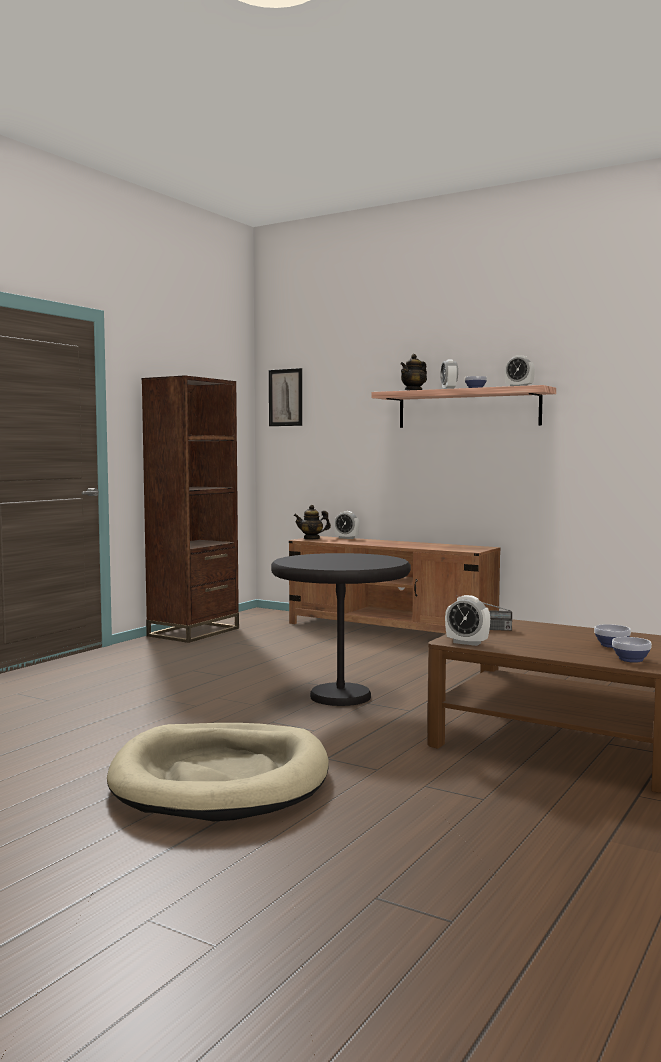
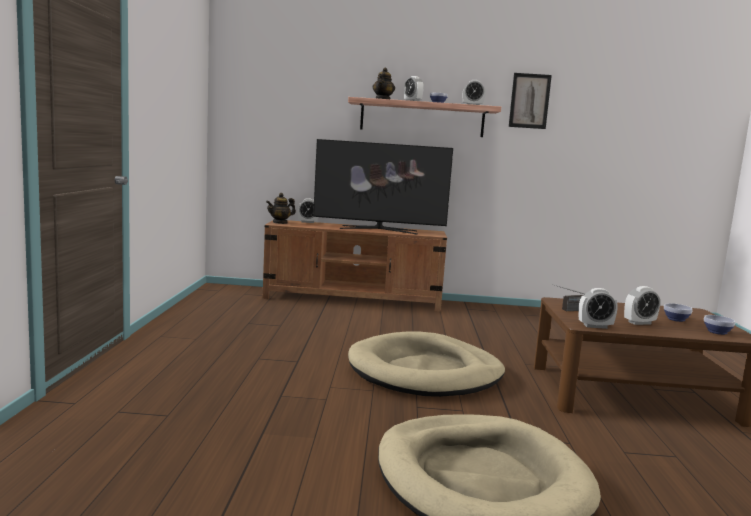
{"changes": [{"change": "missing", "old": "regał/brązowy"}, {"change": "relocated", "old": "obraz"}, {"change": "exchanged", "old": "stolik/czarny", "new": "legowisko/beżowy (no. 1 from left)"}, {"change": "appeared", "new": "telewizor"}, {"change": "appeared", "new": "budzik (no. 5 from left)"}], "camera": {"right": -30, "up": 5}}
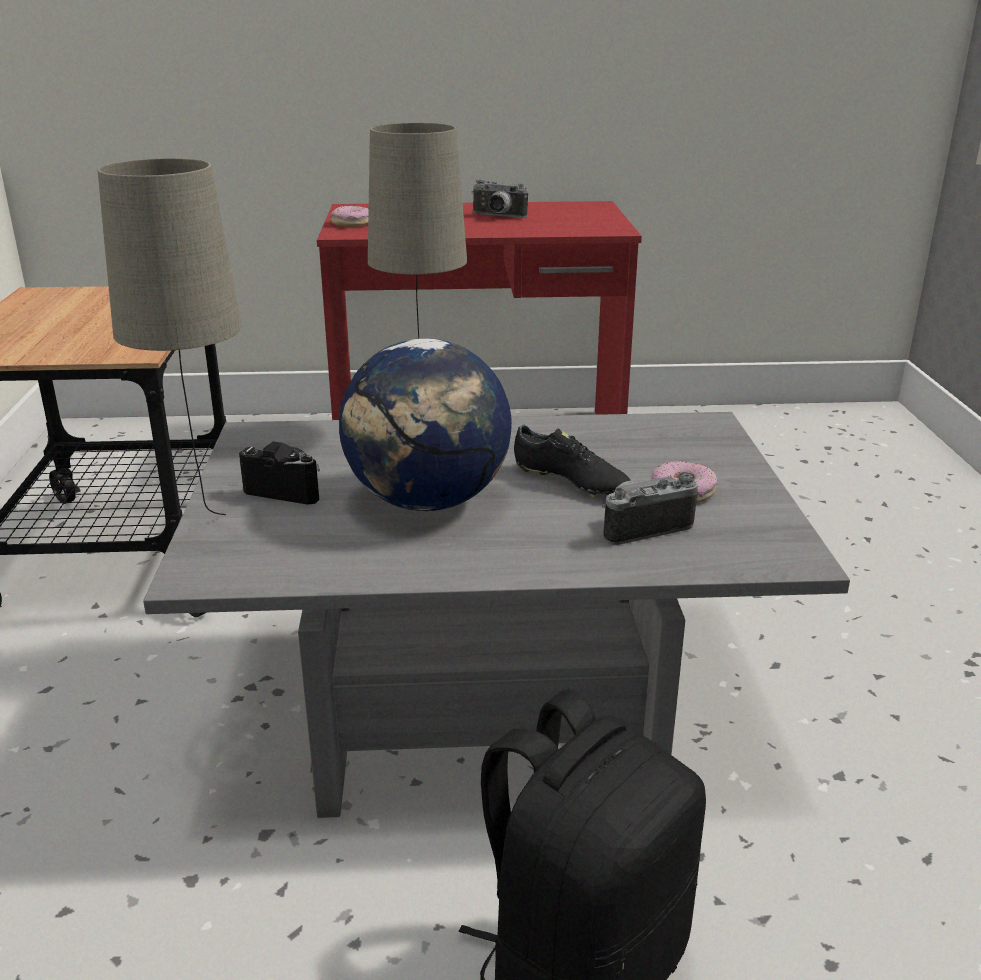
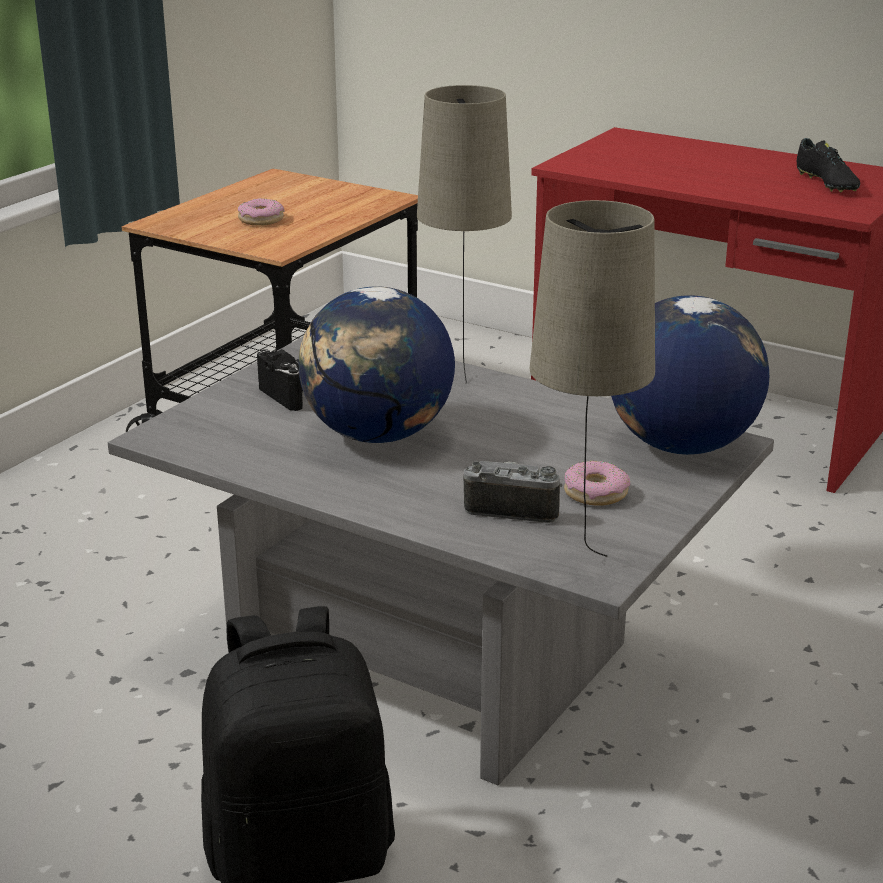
{"changes": [{"change": "relocated", "old": "lampa stołowa/beżowy (no. 1 from left in the first image)", "new": "lampa stołowa/beżowy (no. 2 from left)"}, {"change": "relocated", "old": "donut (no. 1 from left)"}, {"change": "missing", "old": "aparat fotograficzny (no. 2 from left)"}, {"change": "relocated", "old": "but/czarny"}, {"change": "appeared", "new": "globus (no. 2 from left)"}], "camera": {"right": 35, "up": 0}}
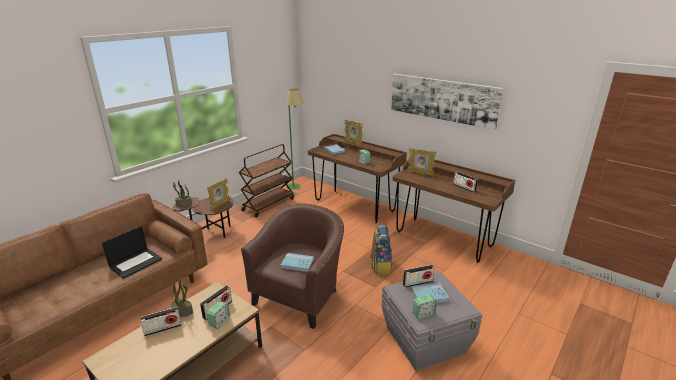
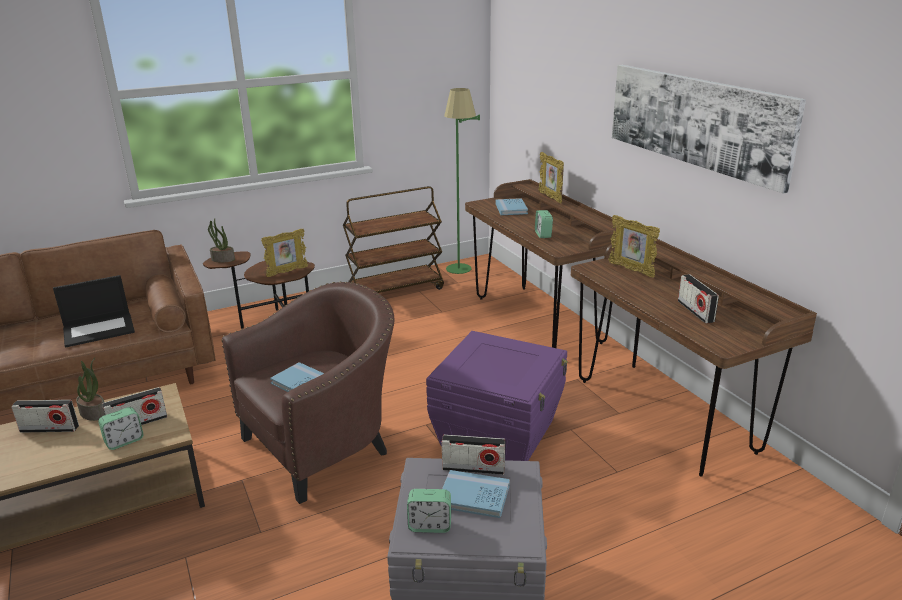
{"changes": [{"change": "exchanged", "old": "plecak", "new": "pojemnik do przechowywania/fioletowy"}], "camera": {"right": 25, "up": 0}}
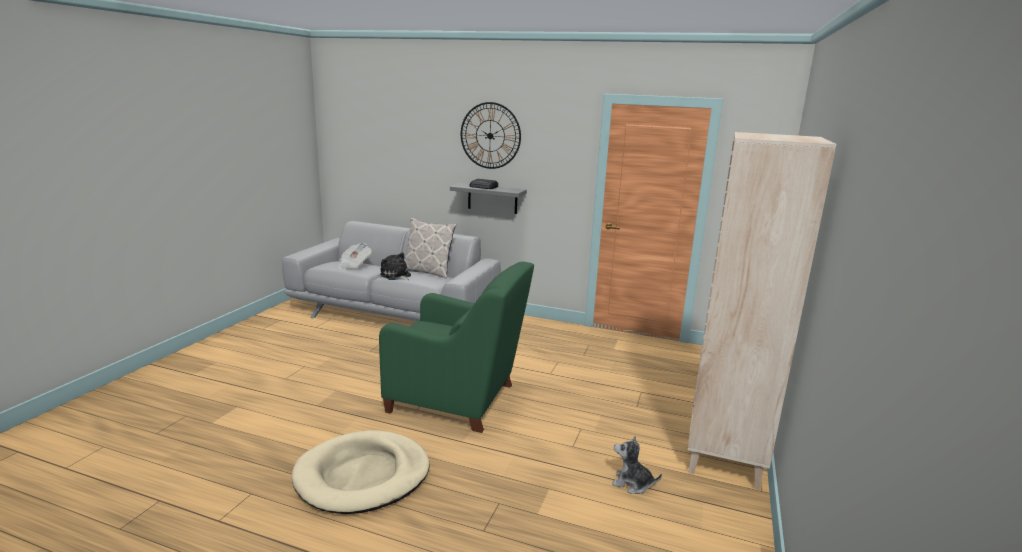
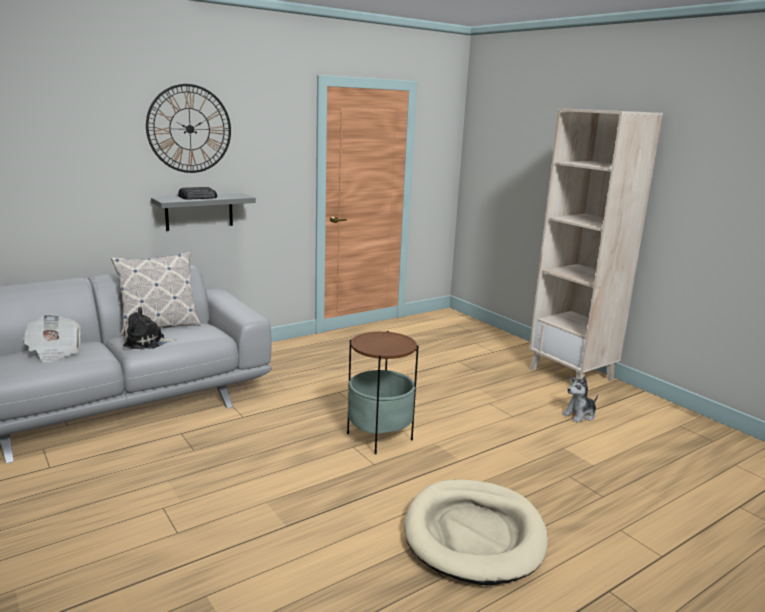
{"changes": [{"change": "exchanged", "old": "fotel/zielony", "new": "stolik"}], "camera": {"right": -55, "up": 0}}
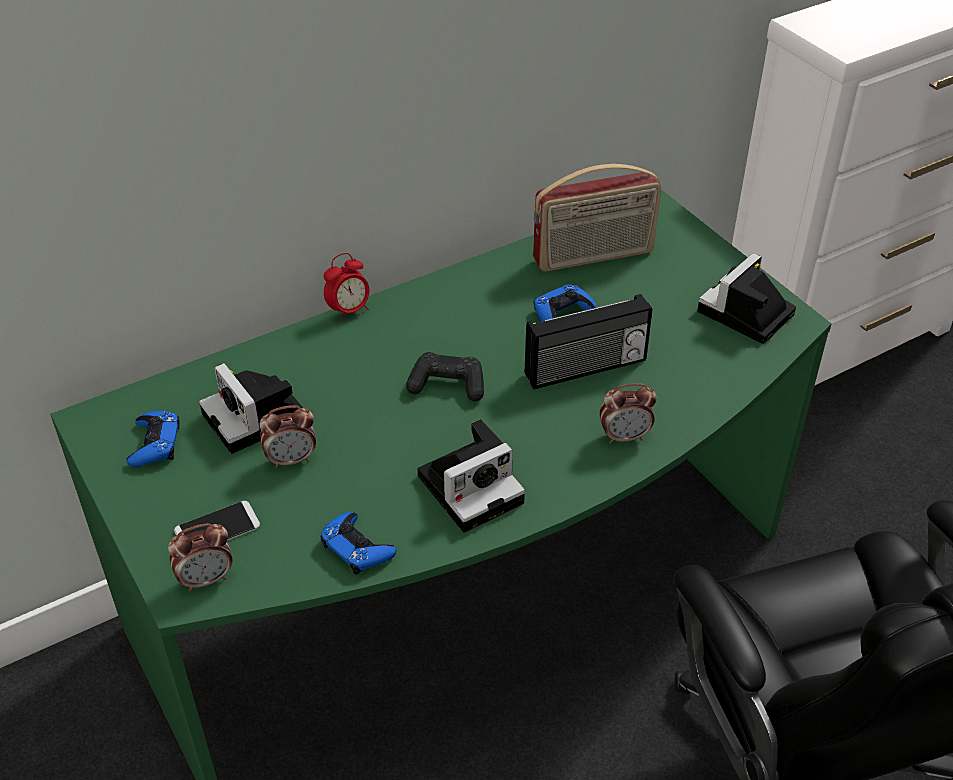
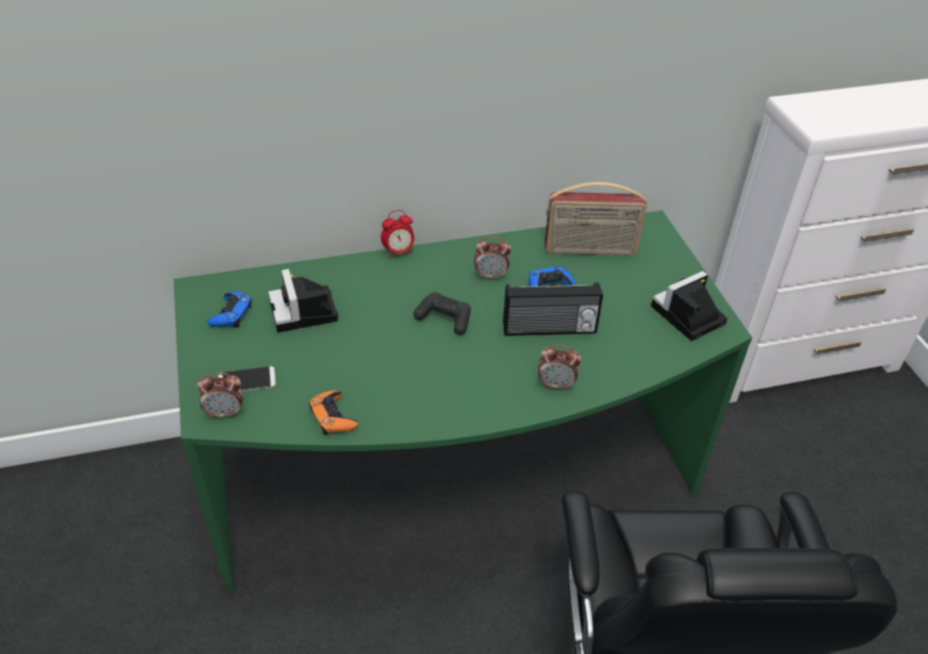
{"changes": [{"change": "relocated", "old": "budzik (no. 2 from left in the first image)", "new": "budzik (no. 3 from left)"}, {"change": "colour", "old": "pad do gier/niebieski (no. 2 from left)", "new": "pad do gier/pomarańczowy"}, {"change": "missing", "old": "aparat fotograficzny (no. 2 from left)"}], "camera": {"right": 15, "up": 0}}
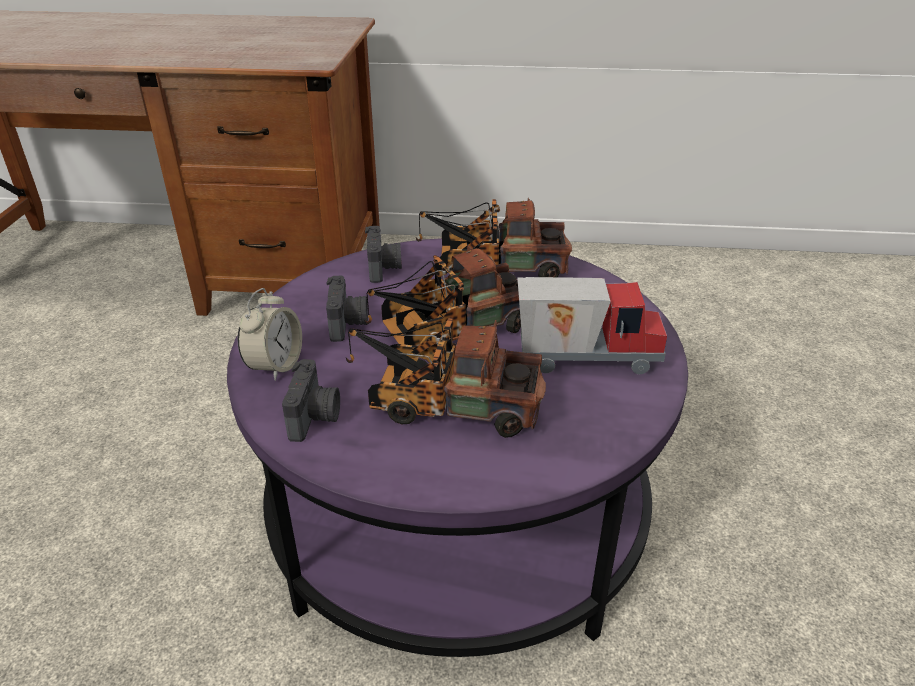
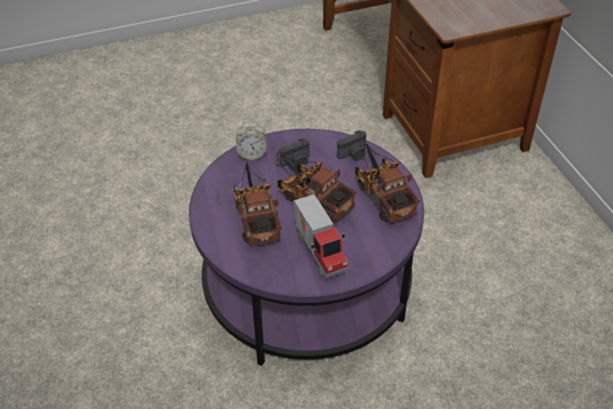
{"changes": [{"change": "missing", "old": "aparat fotograficzny (no. 1 from left)"}], "camera": {"right": 65, "up": 10}}
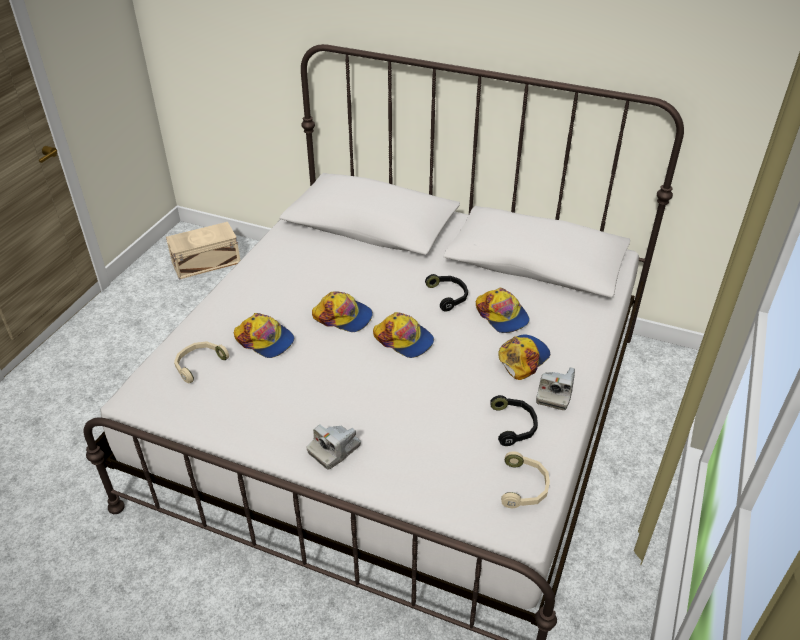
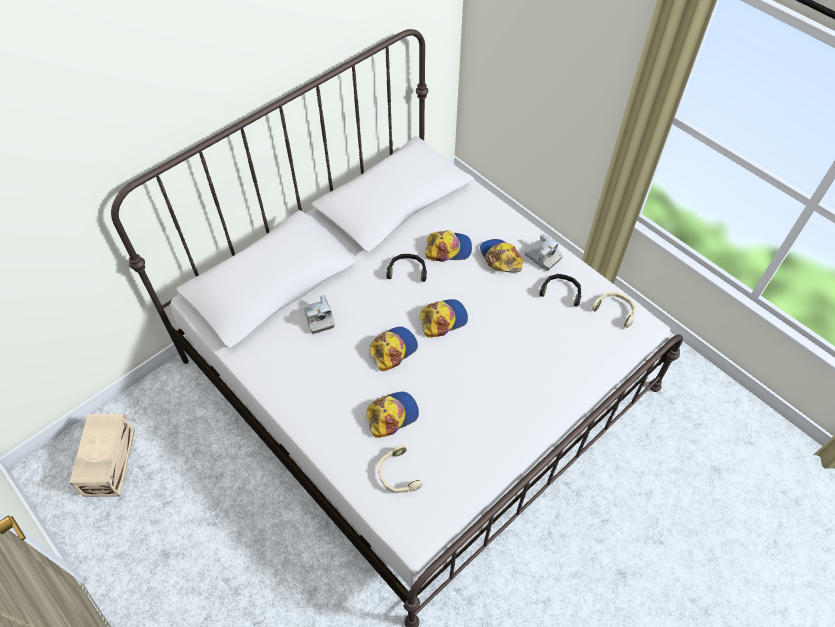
{"changes": [{"change": "relocated", "old": "aparat fotograficzny (no. 1 from left)"}], "camera": {"right": -65, "up": 15}}
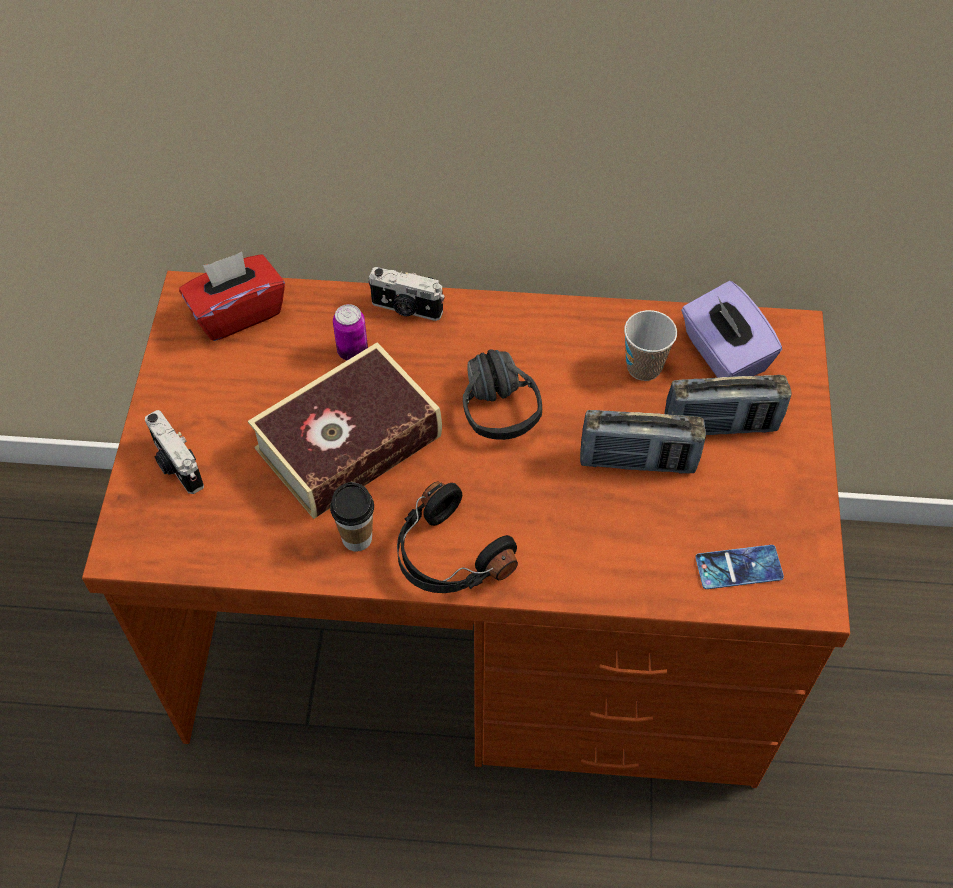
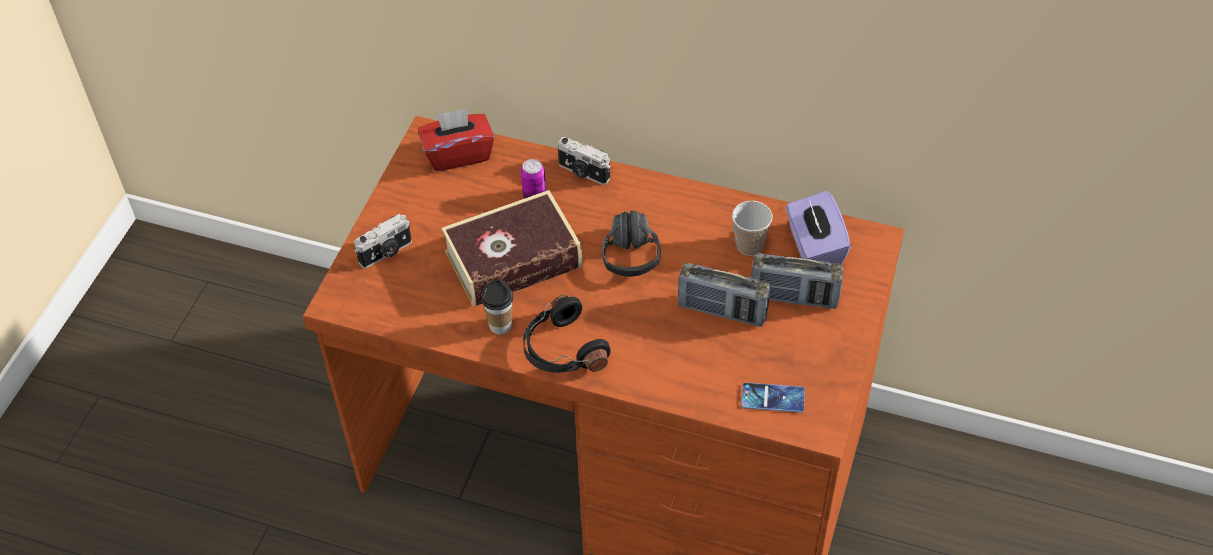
{"changes": [{"change": "spun", "old": "aparat fotograficzny (no. 1 from left)", "degrees": -105}], "camera": {"right": 15, "up": -5}}
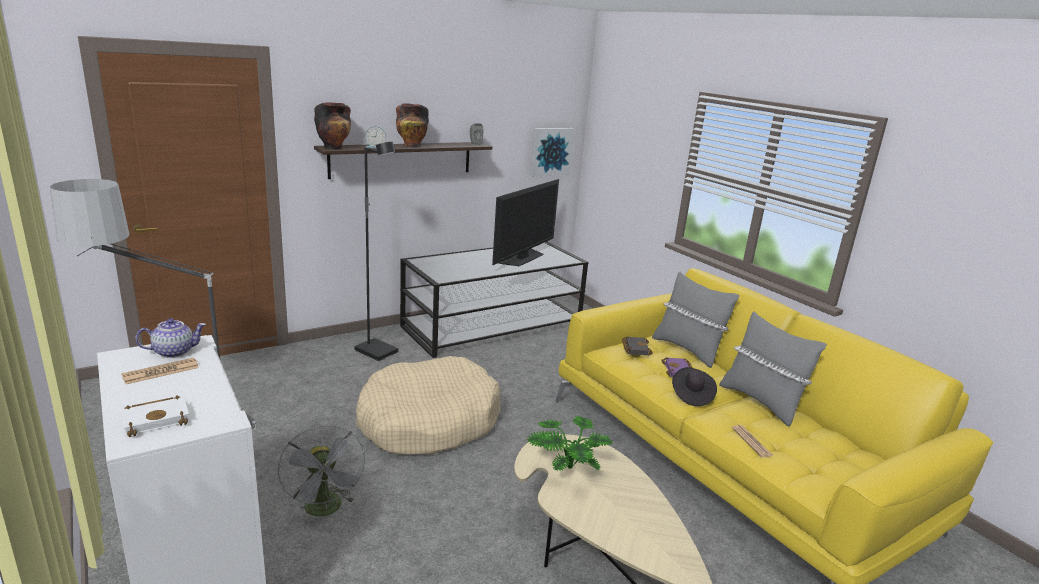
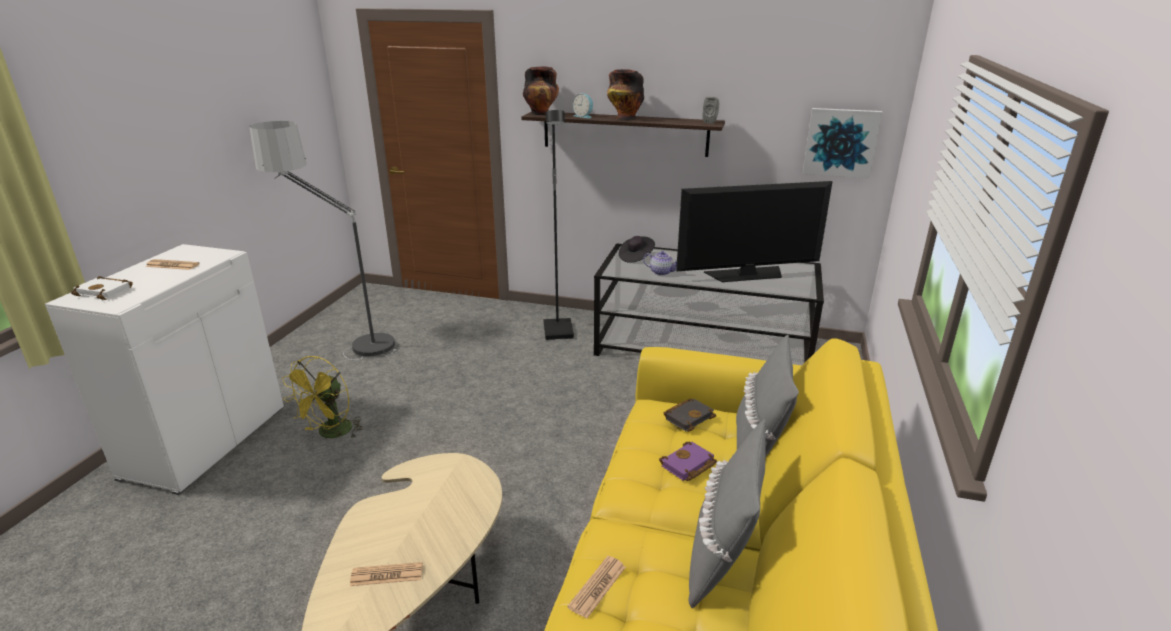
{"changes": [{"change": "relocated", "old": "imbryk"}, {"change": "colour", "old": "wentylator/szary", "new": "wentylator/żółty"}, {"change": "missing", "old": "legowisko/beżowy"}, {"change": "missing", "old": "roślina doniczkowa"}, {"change": "relocated", "old": "kapelusz/czarny"}, {"change": "appeared", "new": "gazeta (no. 2 from left)"}], "camera": {"right": 50, "up": 5}}
